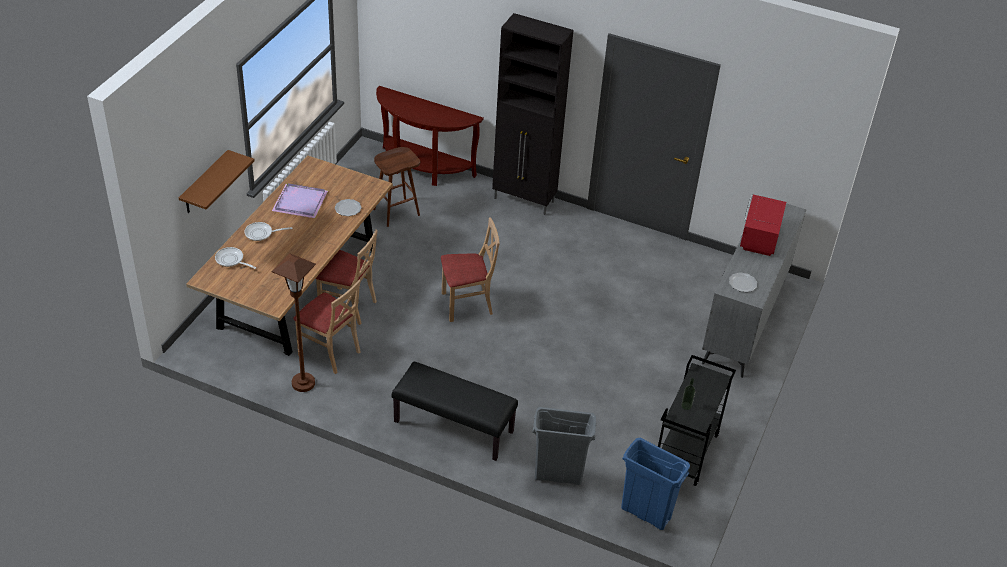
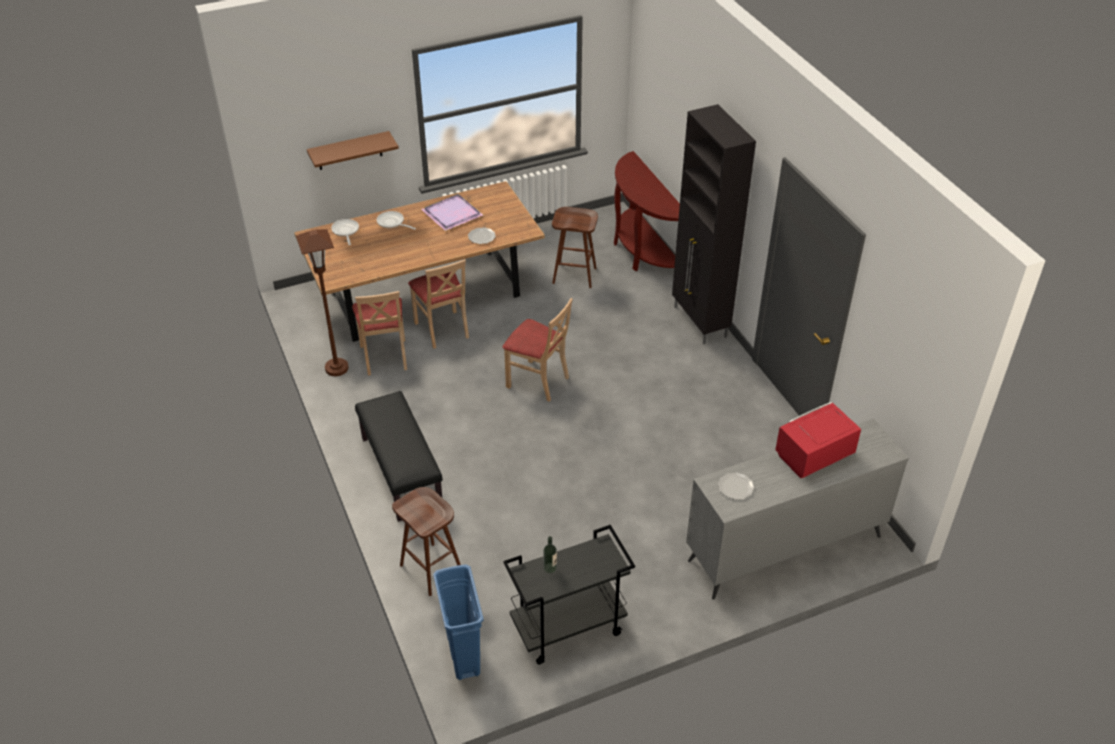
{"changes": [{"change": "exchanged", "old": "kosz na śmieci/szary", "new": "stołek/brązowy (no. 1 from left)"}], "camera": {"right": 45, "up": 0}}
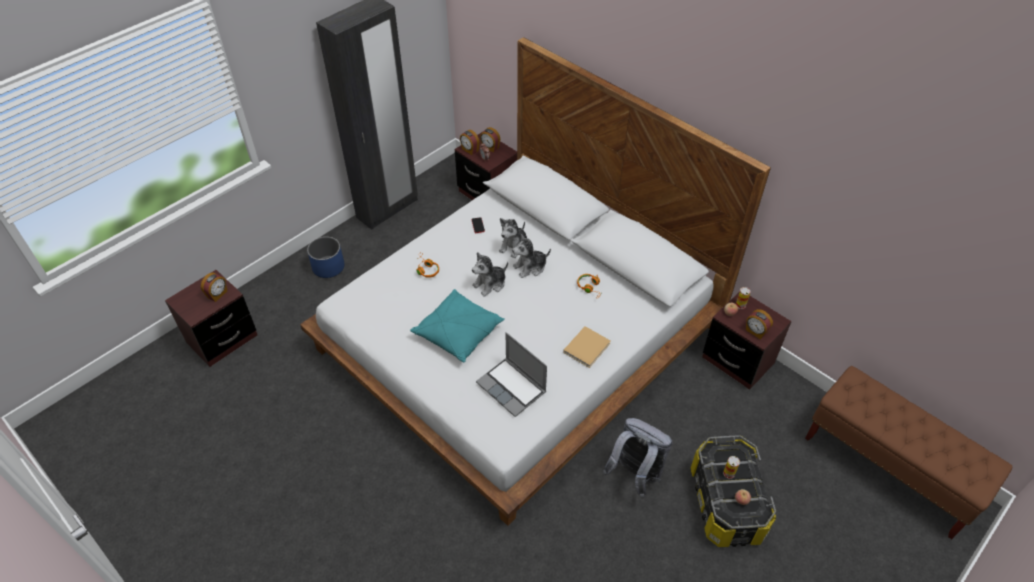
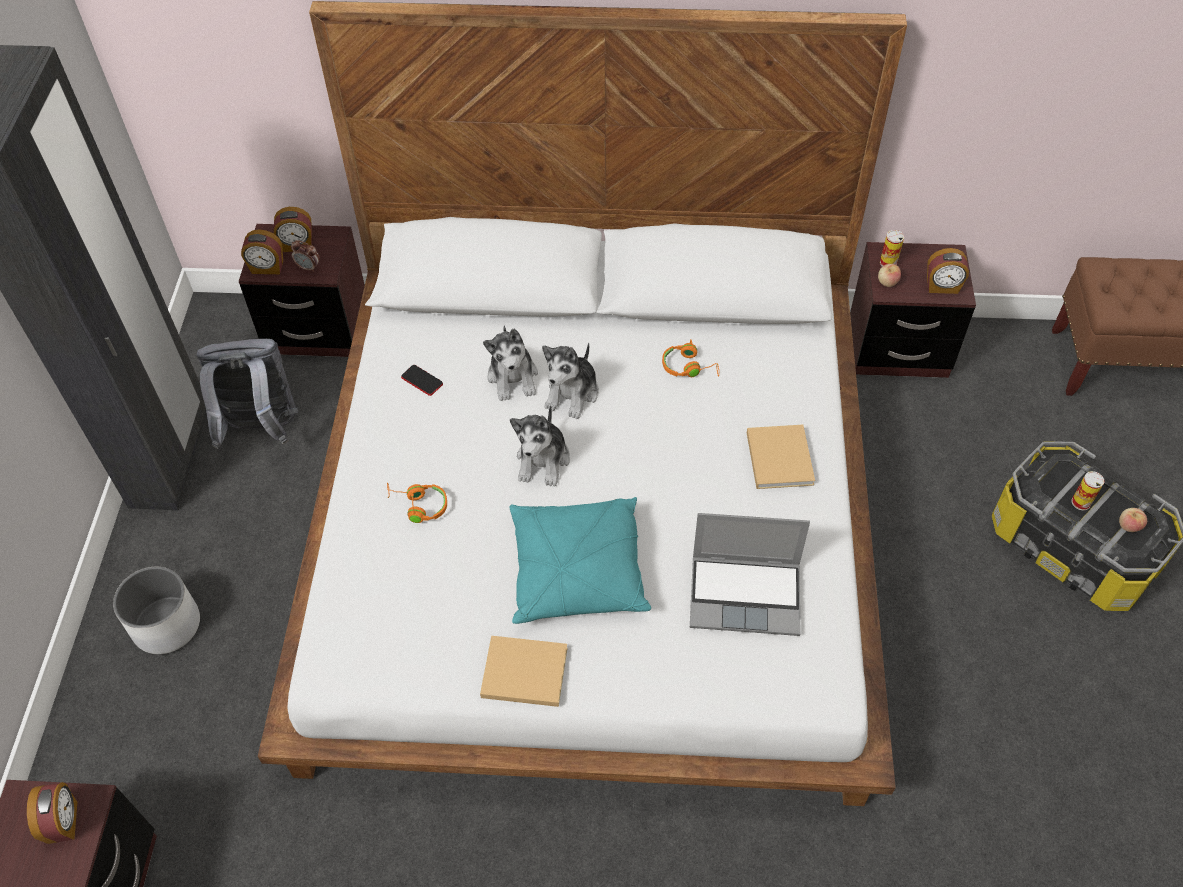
{"changes": [{"change": "colour", "old": "donica/niebieski", "new": "donica/biały"}, {"change": "relocated", "old": "plecak/szary"}, {"change": "appeared", "new": "książka/beżowy (no. 1 from left)"}], "camera": {"right": -40, "up": 5}}
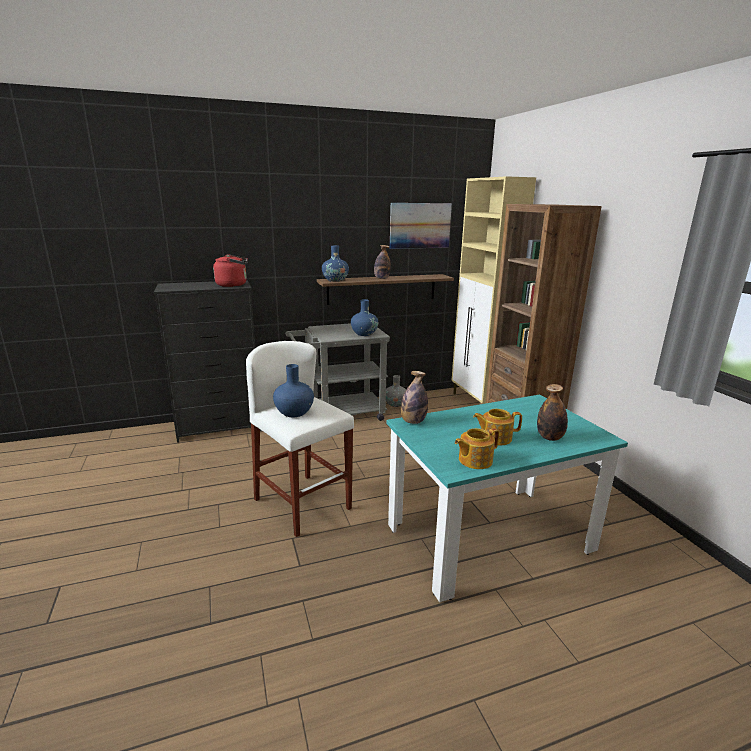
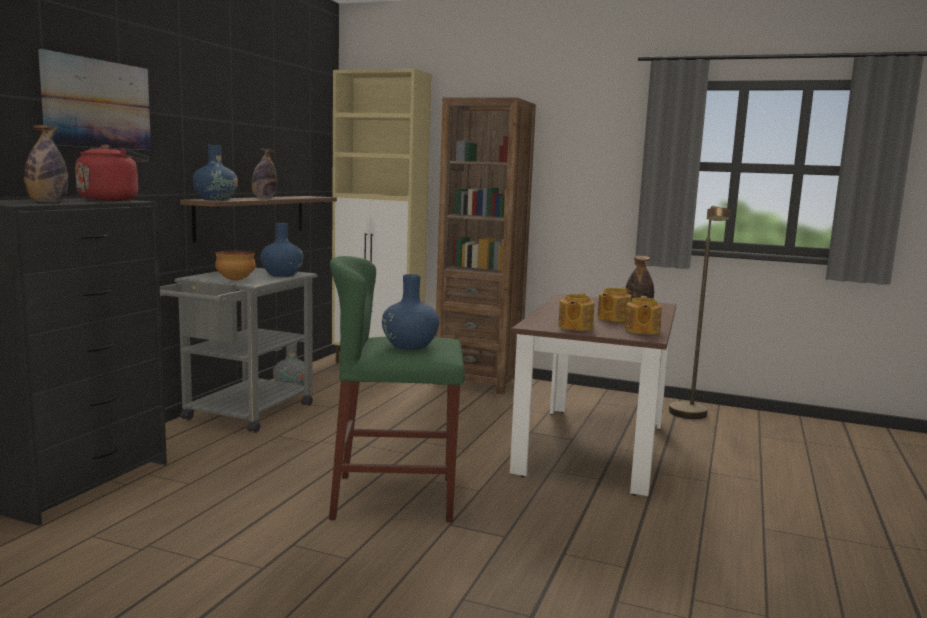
{"changes": [{"change": "colour", "old": "stołek/biały", "new": "stołek/zielony"}, {"change": "colour", "old": "stół jadalny/turkusowy", "new": "stół jadalny/brązowy"}, {"change": "relocated", "old": "obraz"}, {"change": "relocated", "old": "butelka (no. 2 from left in the first image)", "new": "butelka (no. 1 from left)"}, {"change": "appeared", "new": "miska"}, {"change": "appeared", "new": "imbryk (no. 1 from left)"}, {"change": "appeared", "new": "lampa stojąca/brązowy"}], "camera": {"right": -50, "up": -10}}
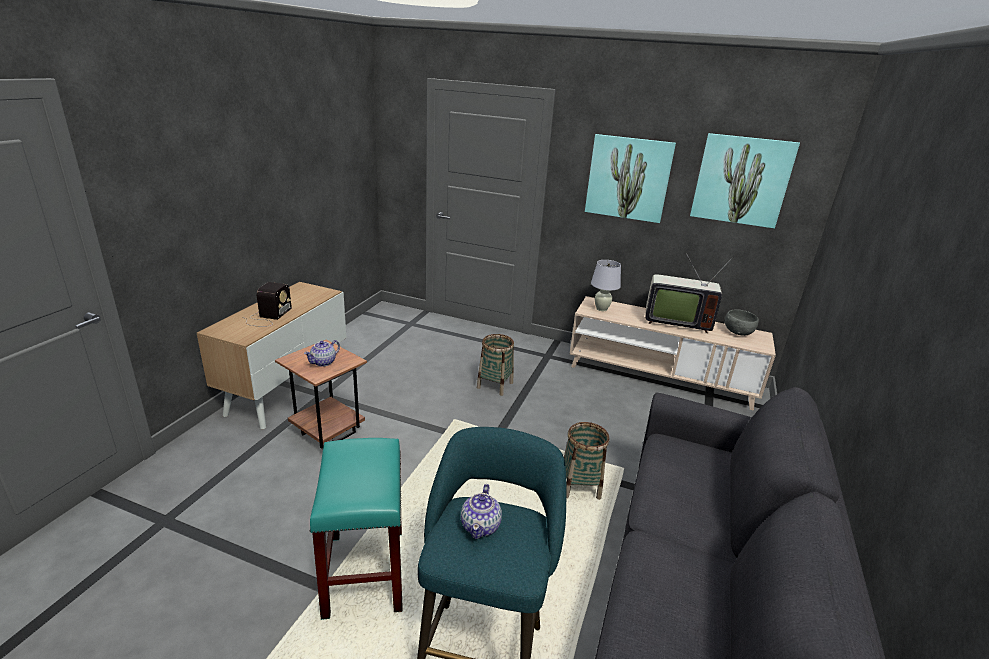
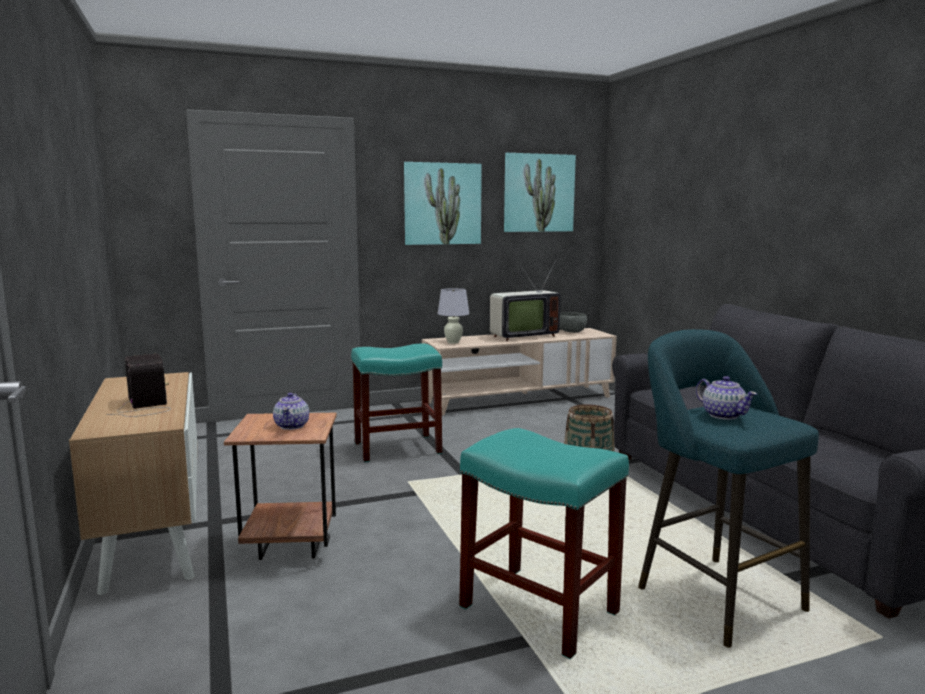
{"changes": [{"change": "exchanged", "old": "koszyk (no. 1 from left)", "new": "stołek/turkusowy (no. 1 from left)"}], "camera": {"right": -40, "up": -15}}
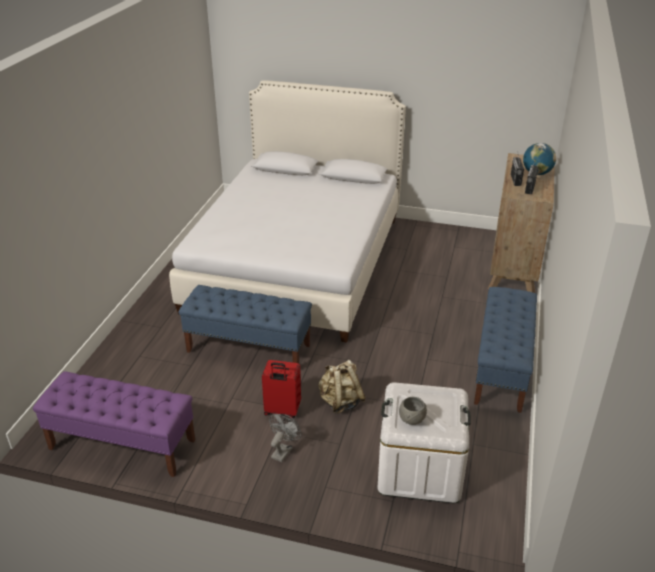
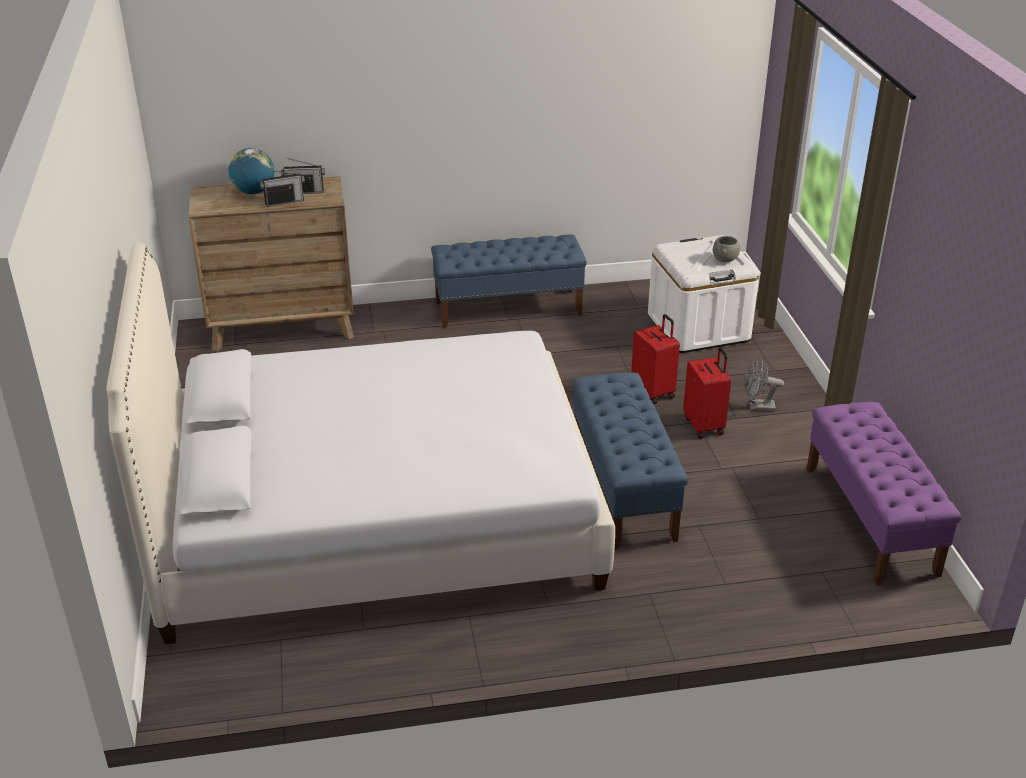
{"changes": [{"change": "exchanged", "old": "plecak/beżowy", "new": "walizka/czerwony (no. 1 from left)"}], "camera": {"right": -115, "up": 0}}
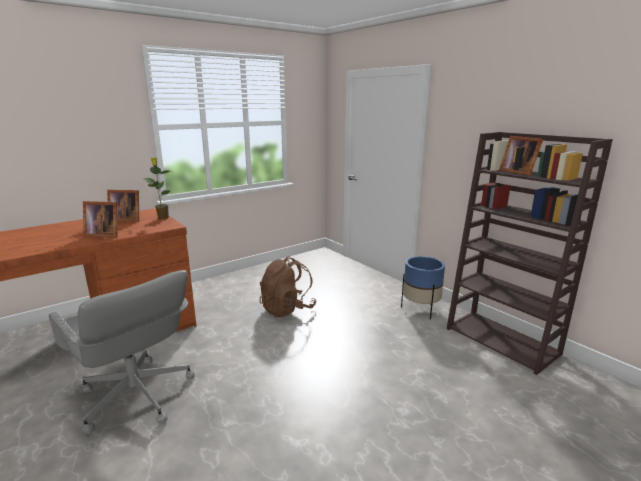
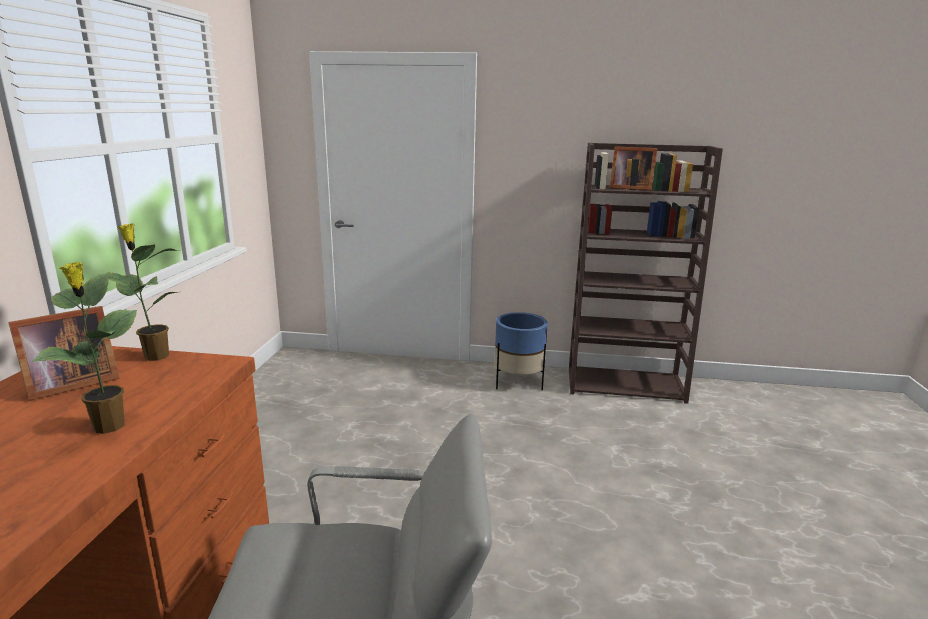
{"changes": [{"change": "exchanged", "old": "ramka na zdjęcie (no. 1 from left)", "new": "roślina doniczkowa (no. 1 from left)"}, {"change": "missing", "old": "plecak/brązowy"}], "camera": {"right": -45, "up": 0}}
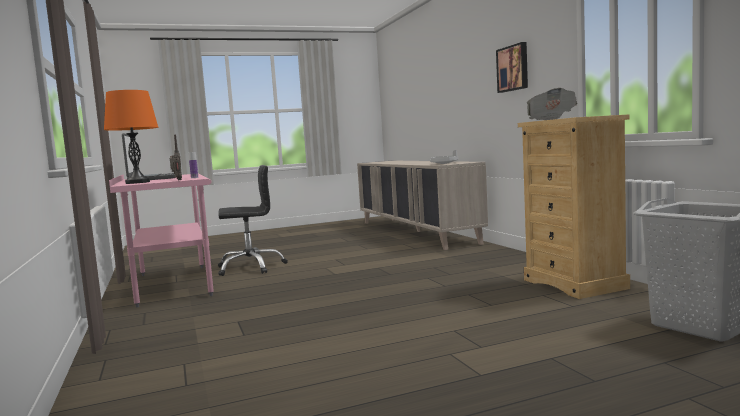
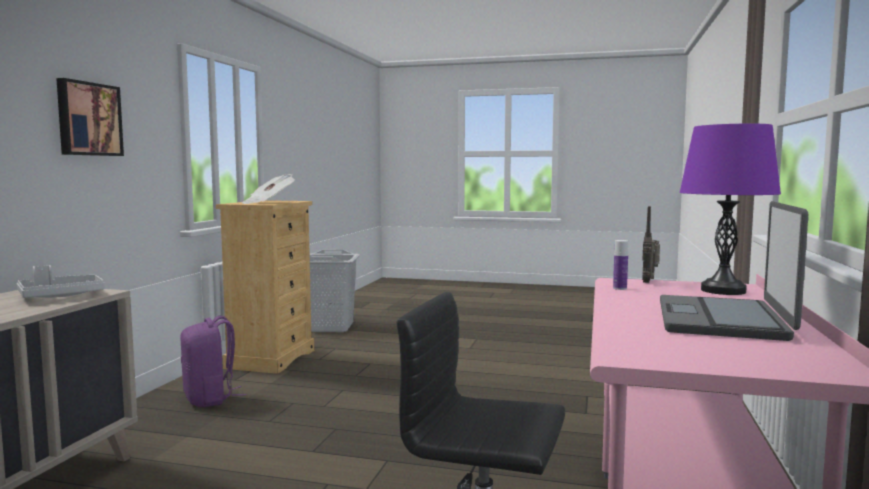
{"changes": [{"change": "colour", "old": "lampa stołowa/pomarańczowy", "new": "lampa stołowa/fioletowy"}, {"change": "appeared", "new": "plecak/fioletowy"}], "camera": {"right": -145, "up": 0}}
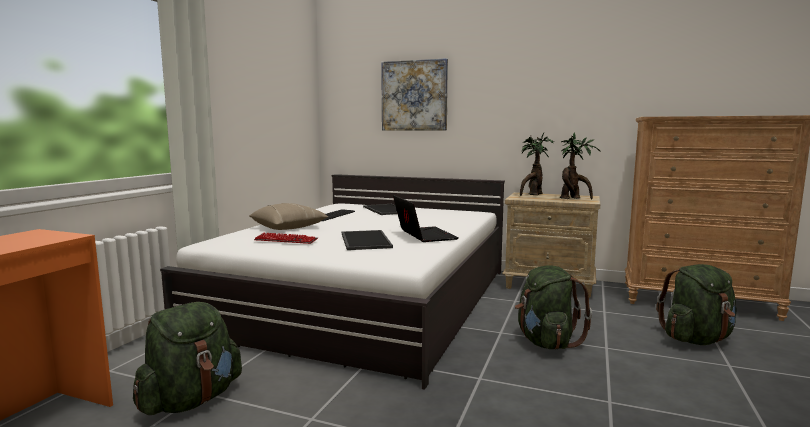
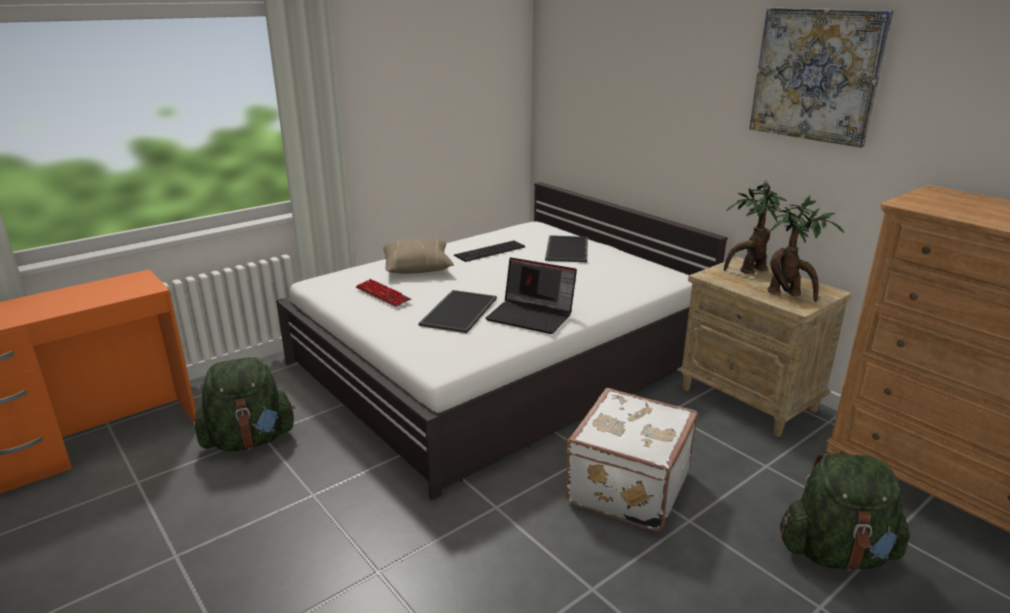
{"changes": [{"change": "relocated", "old": "obraz"}, {"change": "spun", "old": "laptop", "degrees": 105}, {"change": "exchanged", "old": "plecak/zielony (no. 2 from left)", "new": "walizka/biały"}], "camera": {"right": 30, "up": 15}}
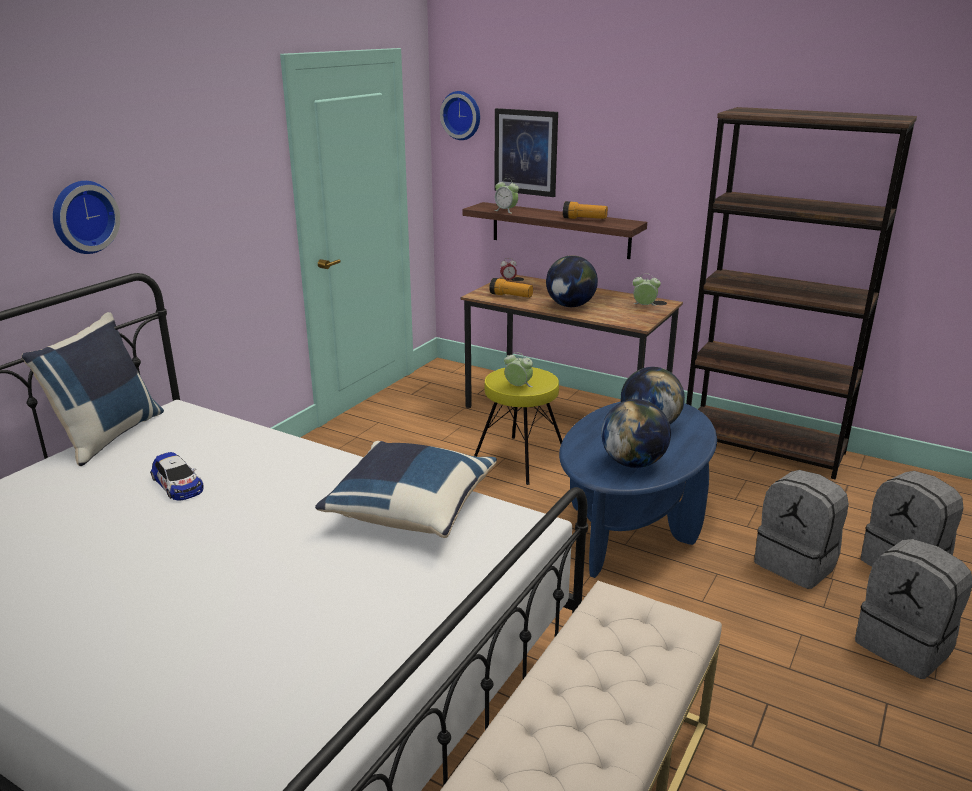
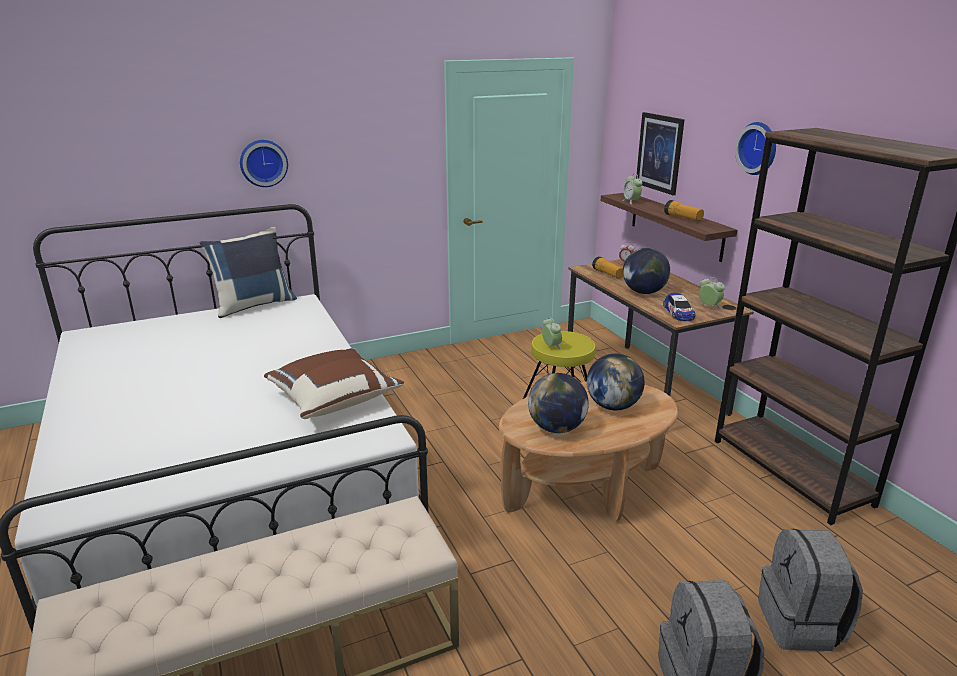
{"changes": [{"change": "relocated", "old": "samochodzik"}, {"change": "colour", "old": "poduszka/niebieski (no. 2 from left)", "new": "poduszka/brązowy"}, {"change": "relocated", "old": "zegar ścienny (no. 2 from left)"}, {"change": "colour", "old": "ława/niebieski", "new": "ława/brązowy"}, {"change": "missing", "old": "plecak/szary (no. 1 from left)"}], "camera": {"right": 35, "up": 0}}
